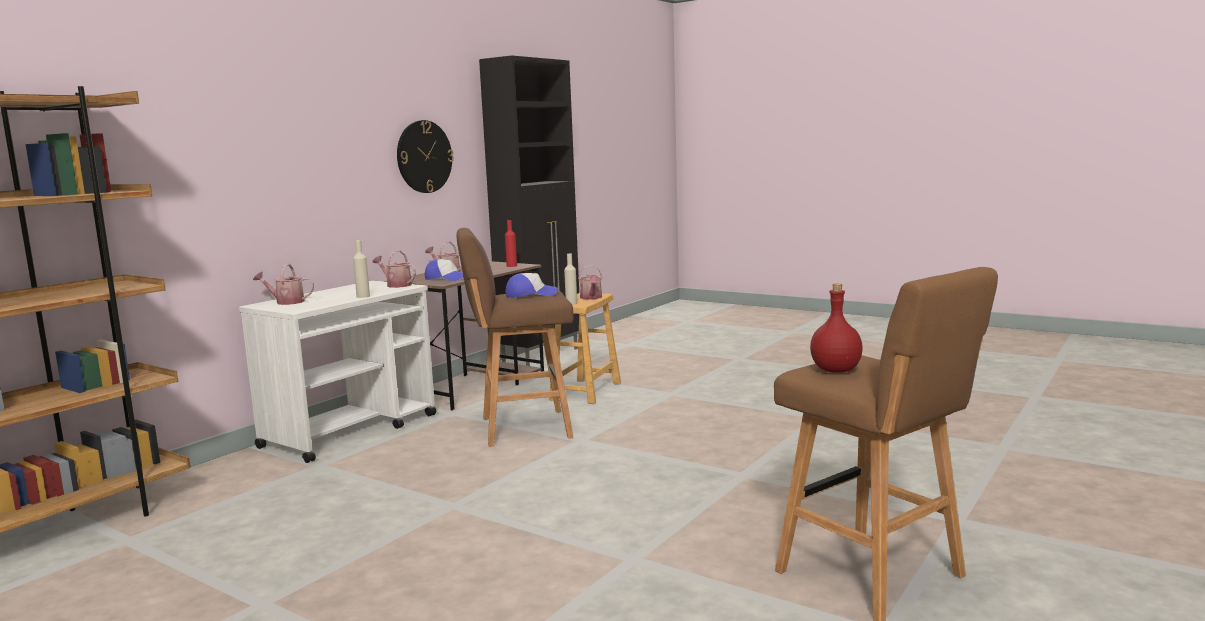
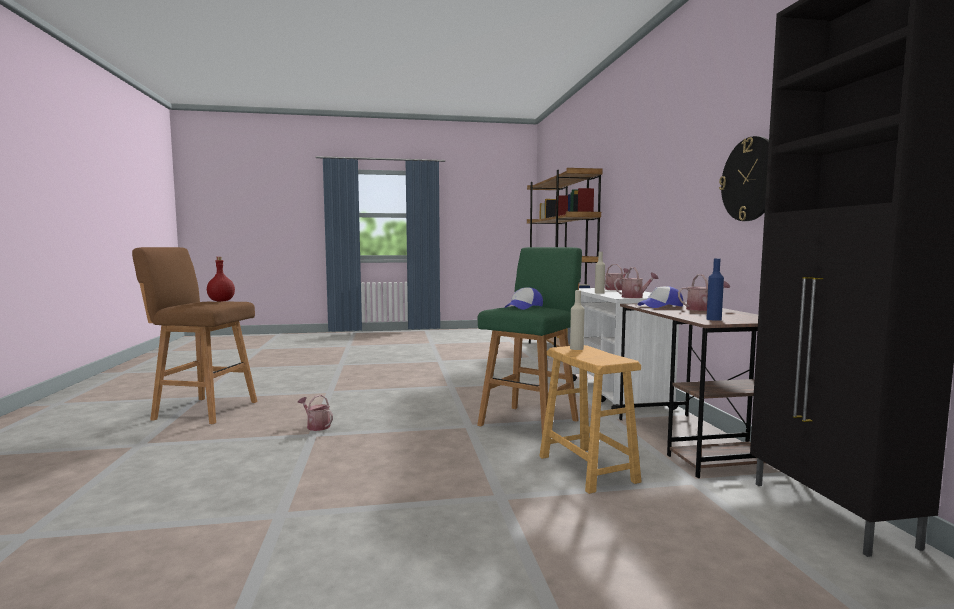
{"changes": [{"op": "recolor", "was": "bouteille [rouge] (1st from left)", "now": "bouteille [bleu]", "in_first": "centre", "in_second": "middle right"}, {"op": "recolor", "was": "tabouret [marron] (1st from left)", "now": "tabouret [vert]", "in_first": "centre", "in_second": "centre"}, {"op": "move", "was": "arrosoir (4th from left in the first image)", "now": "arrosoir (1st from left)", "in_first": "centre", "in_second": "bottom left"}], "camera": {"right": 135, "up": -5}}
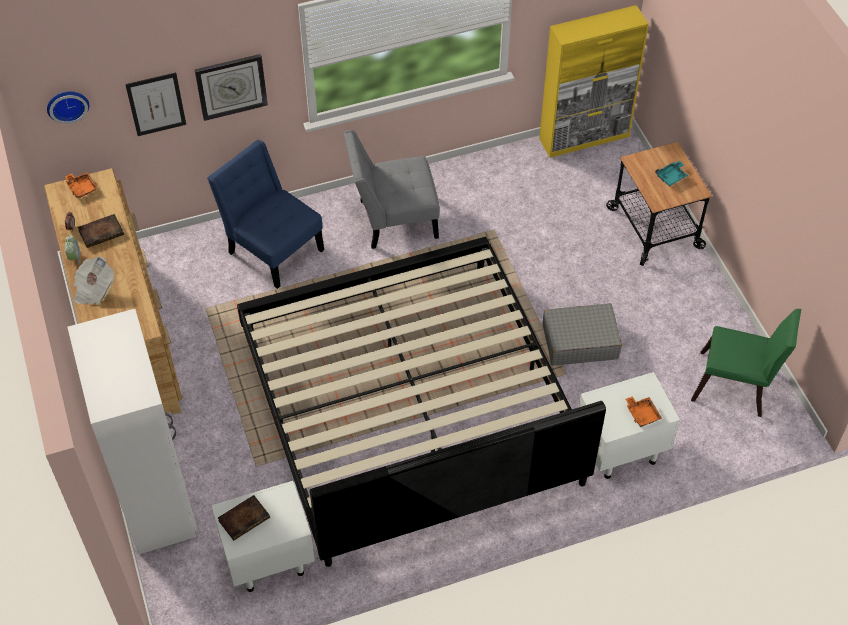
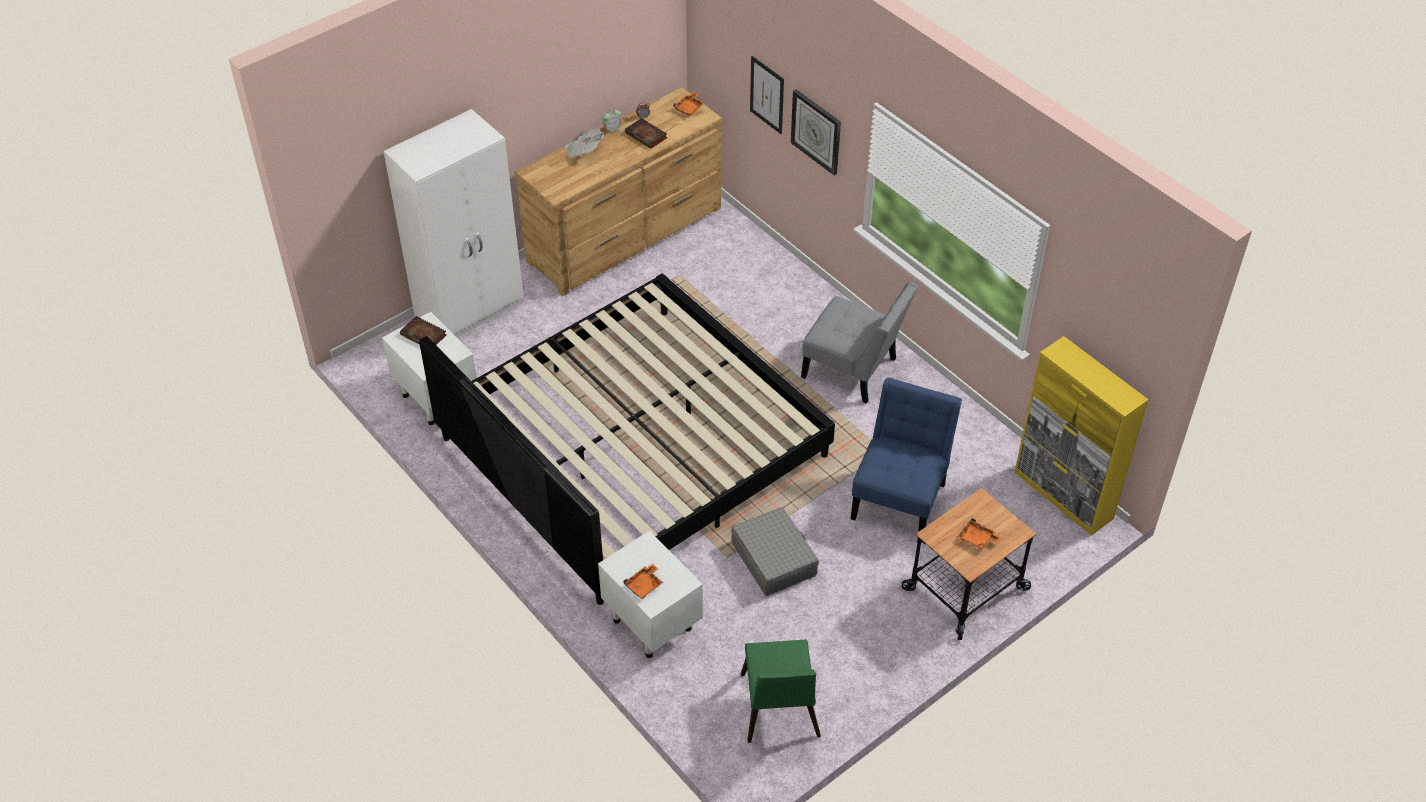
{"changes": [{"op": "delete", "was": "horloge murale (1st from left)", "in_first": "top left"}, {"op": "rotate", "was": "chaise [gris]", "in_first": "top centre", "in_second": "centre", "clockwise": 150}, {"op": "move", "was": "chaise [bleu]", "in_first": "middle left", "in_second": "centre"}, {"op": "recolor", "was": "plateau [turquoise]", "now": "plateau [orange] (3rd from left)", "in_first": "top right", "in_second": "middle right"}], "camera": {"right": 70, "up": -5}}
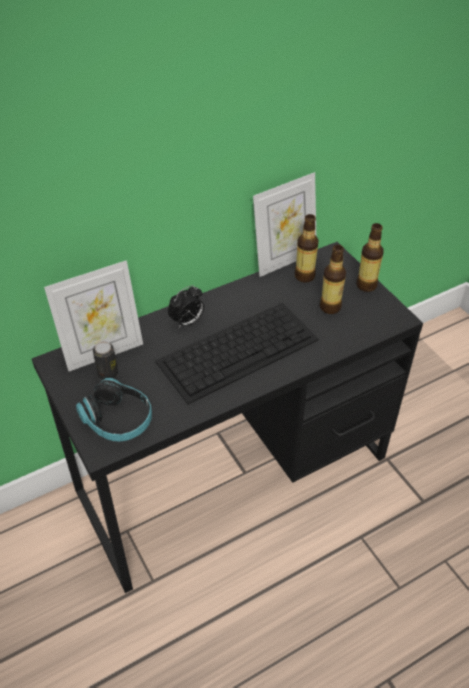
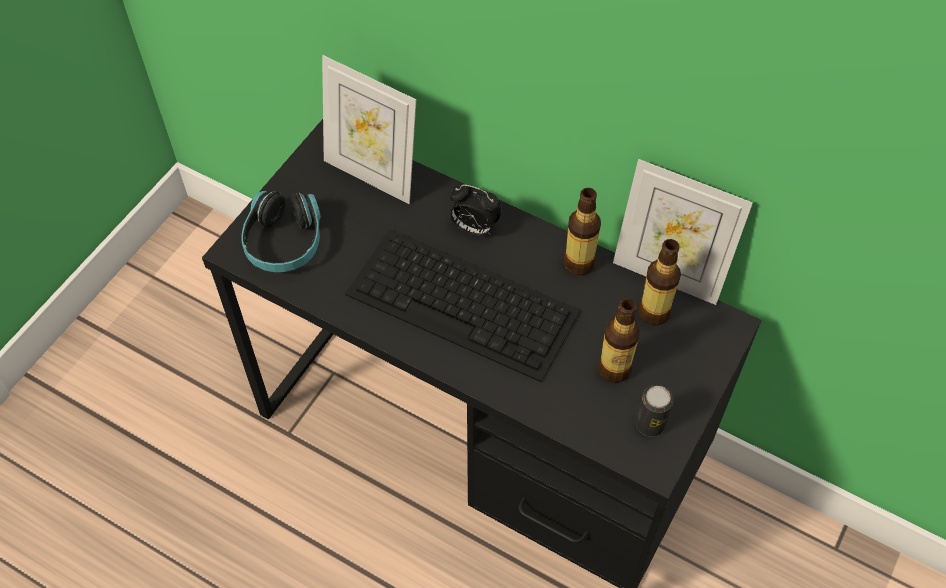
{"changes": [{"op": "move", "was": "bouteille (3rd from left in the first image)", "now": "bouteille (1st from left)", "in_first": "middle right", "in_second": "centre"}, {"op": "move", "was": "boîte métallique", "in_first": "middle left", "in_second": "bottom right"}], "camera": {"right": 60, "up": 10}}
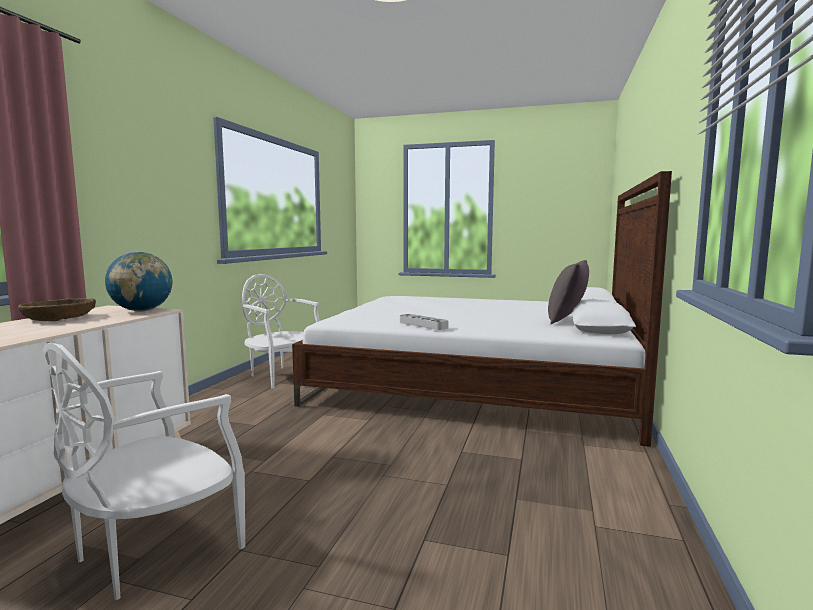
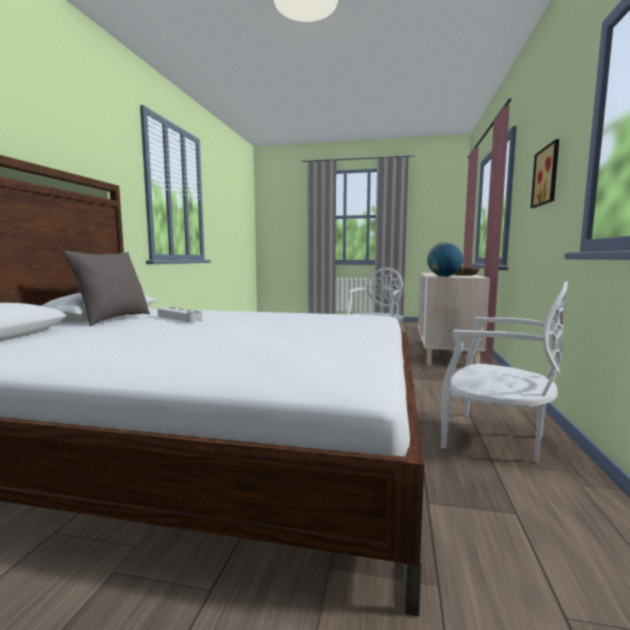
{"changes": [{"op": "move", "was": "plateau [gris]", "in_first": "centre", "in_second": "middle left"}, {"op": "insert", "now": "tableau", "in_second": "top right"}], "camera": {"right": 175, "up": 0}}
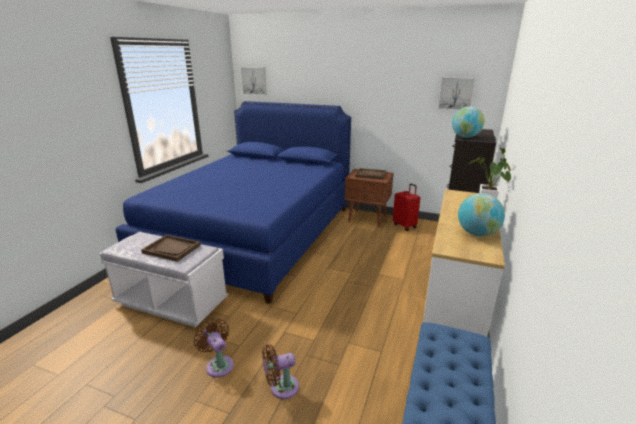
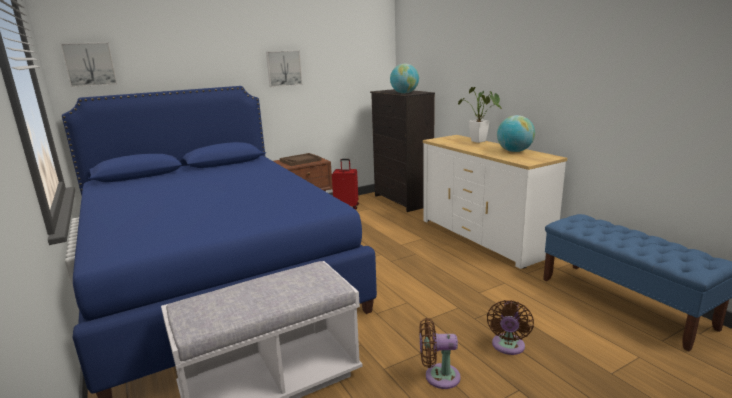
{"changes": [{"op": "move", "was": "tableau (2nd from left)", "in_first": "top right", "in_second": "top centre"}, {"op": "delete", "was": "plateau [marron] (1st from left)", "in_first": "middle left"}], "camera": {"right": -50, "up": -5}}
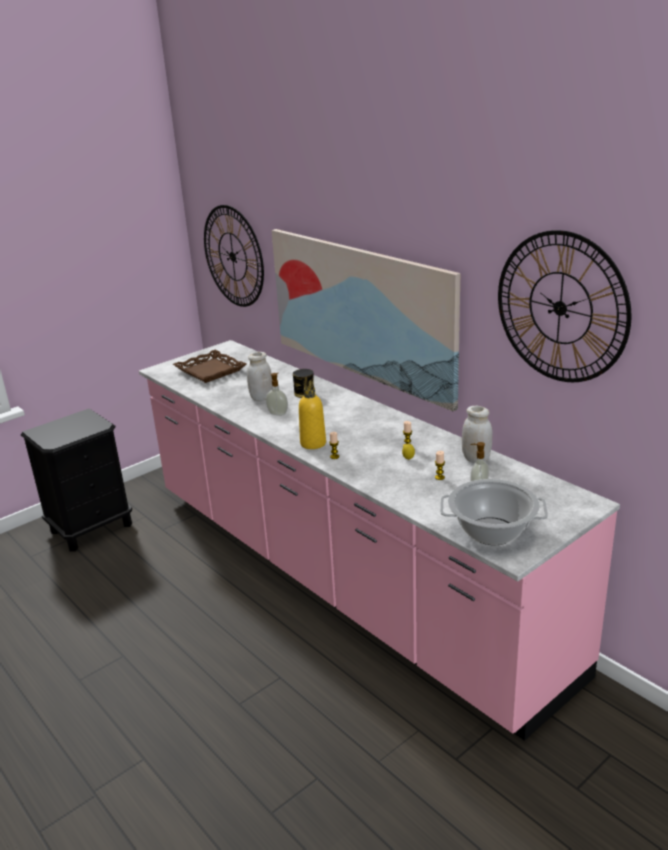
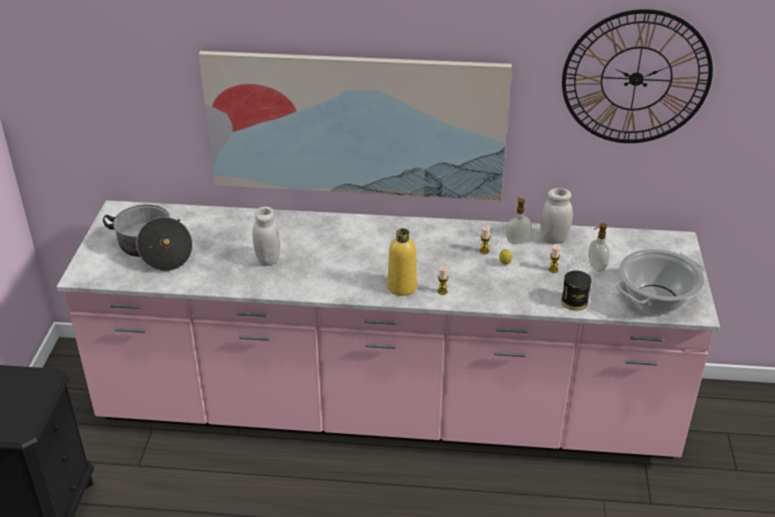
{"changes": [{"op": "delete", "was": "horloge murale (1st from left)", "in_first": "top centre"}, {"op": "replace", "was": "plateau [marron]", "now": "marmite (1st from left)", "in_first": "middle left", "in_second": "middle left"}, {"op": "move", "was": "boîte métallique", "in_first": "centre", "in_second": "middle right"}, {"op": "move", "was": "distributeur de savon (1st from left)", "in_first": "centre", "in_second": "middle right"}], "camera": {"right": -45, "up": 10}}
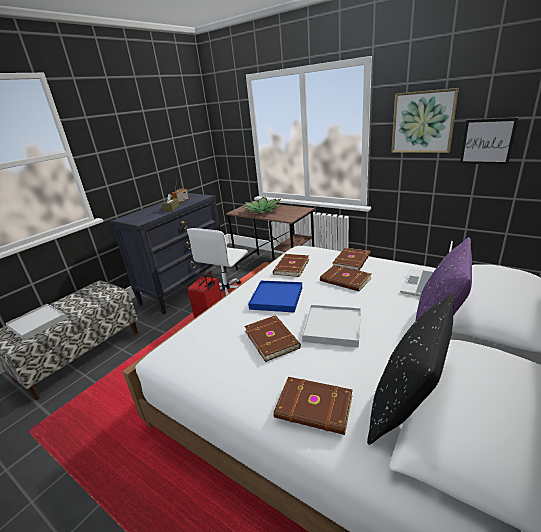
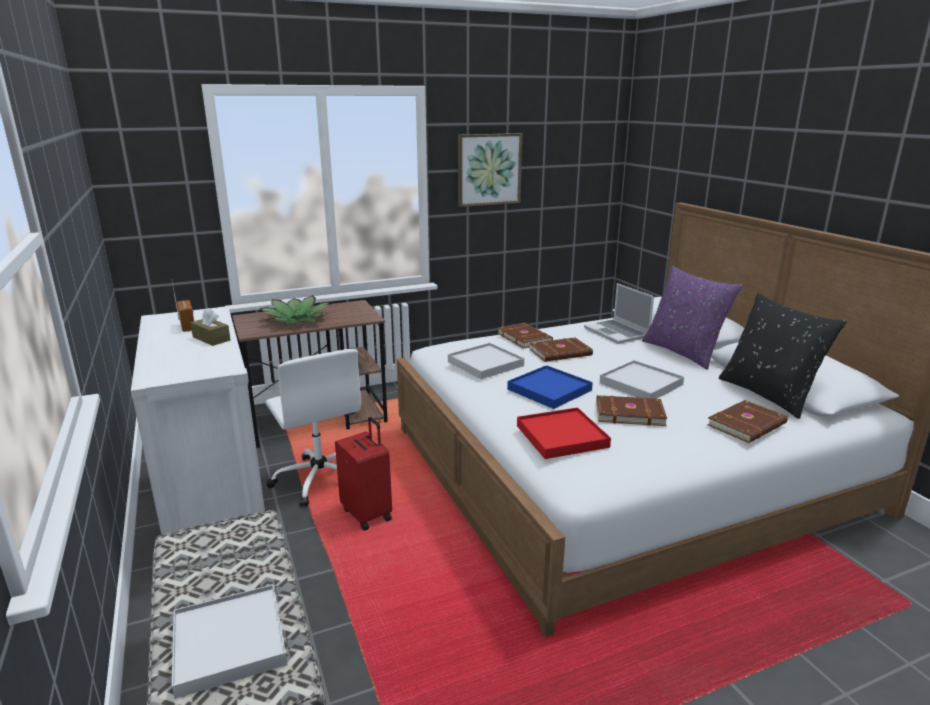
{"changes": [{"op": "delete", "was": "tableau (2nd from left)", "in_first": "top right"}, {"op": "recolor", "was": "commode [noir]", "now": "commode [blanc]", "in_first": "middle left", "in_second": "middle left"}, {"op": "replace", "was": "livre [marron] (2nd from left)", "now": "plateau [blanc] (2nd from left)", "in_first": "centre", "in_second": "centre"}, {"op": "insert", "now": "plateau [rouge]", "in_second": "centre"}], "camera": {"right": -60, "up": -5}}
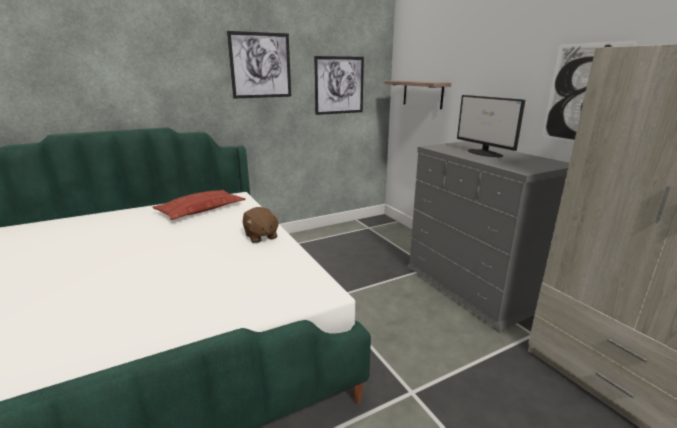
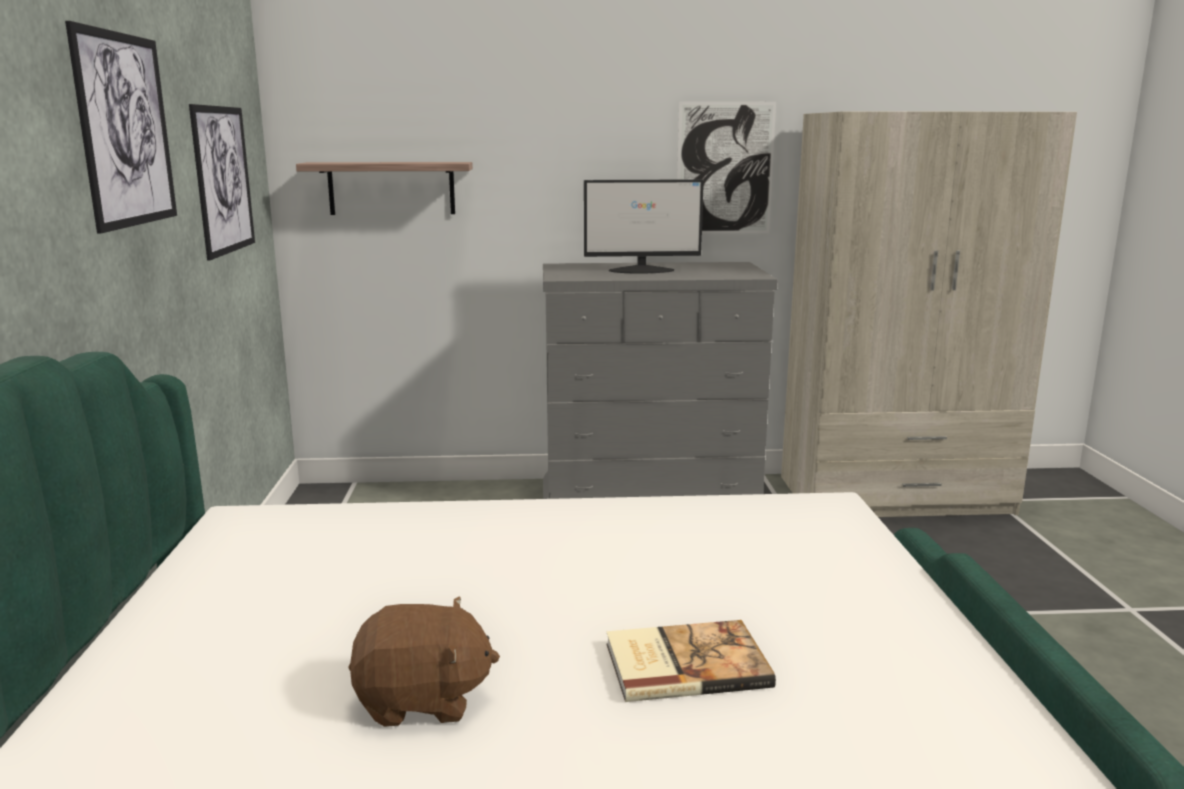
{"changes": [{"op": "delete", "was": "coussin", "in_first": "middle left"}, {"op": "move", "was": "peluche [marron]", "in_first": "centre", "in_second": "bottom centre"}, {"op": "insert", "now": "livre", "in_second": "bottom centre"}], "camera": {"right": -65, "up": -5}}
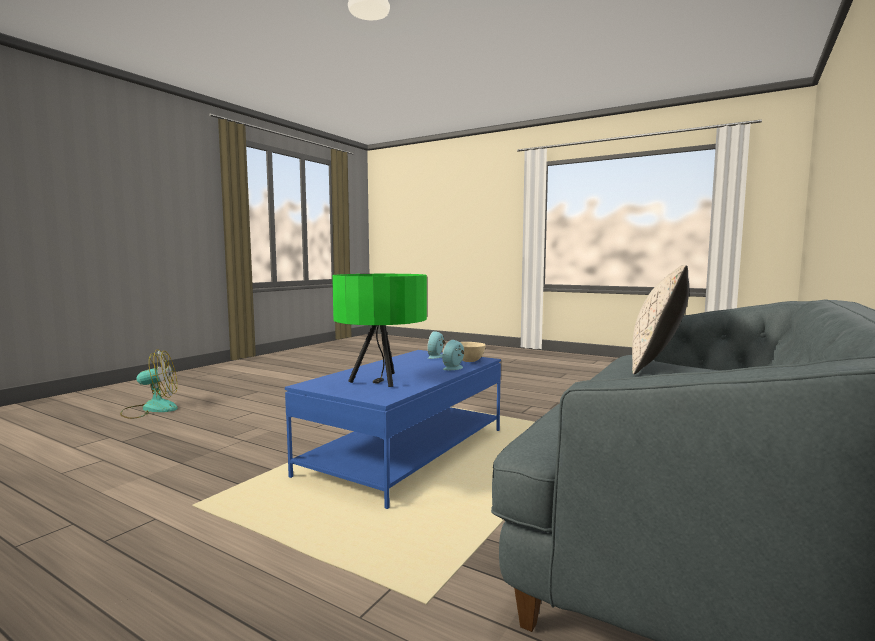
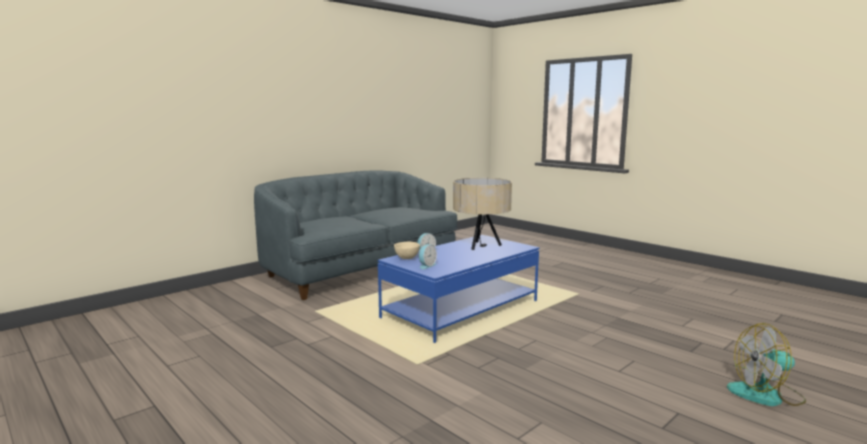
{"changes": [{"op": "delete", "was": "coussin [beige]", "in_first": "middle right"}, {"op": "recolor", "was": "lampe de table [vert]", "now": "lampe de table [beige]", "in_first": "centre", "in_second": "centre"}], "camera": {"right": -165, "up": 5}}
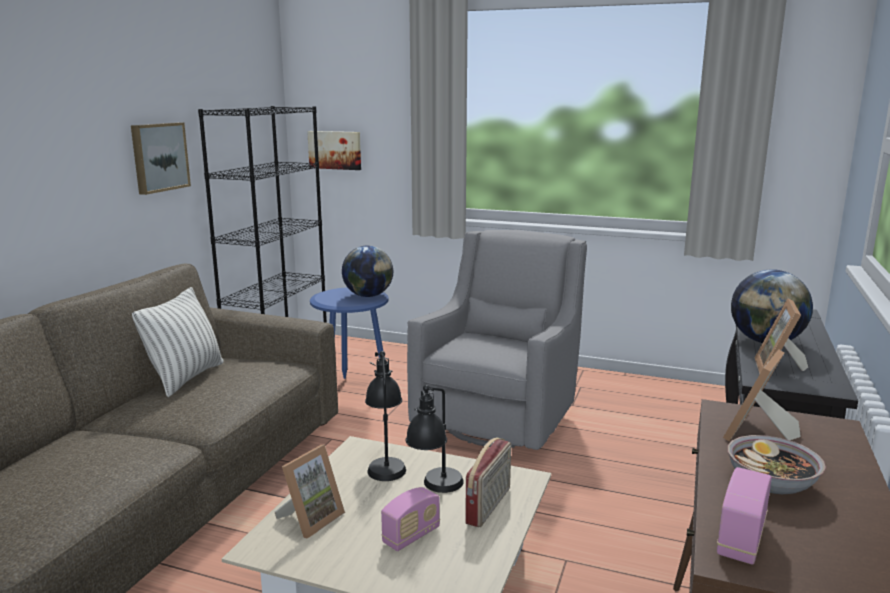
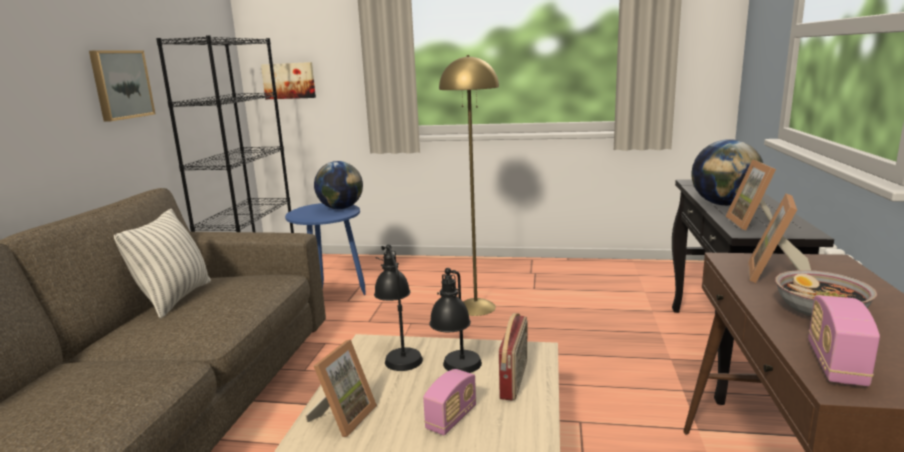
{"changes": [{"op": "replace", "was": "fauteuil [gris]", "now": "lampadaire [jaune]", "in_first": "centre", "in_second": "centre"}], "camera": {"right": -10, "up": 0}}
